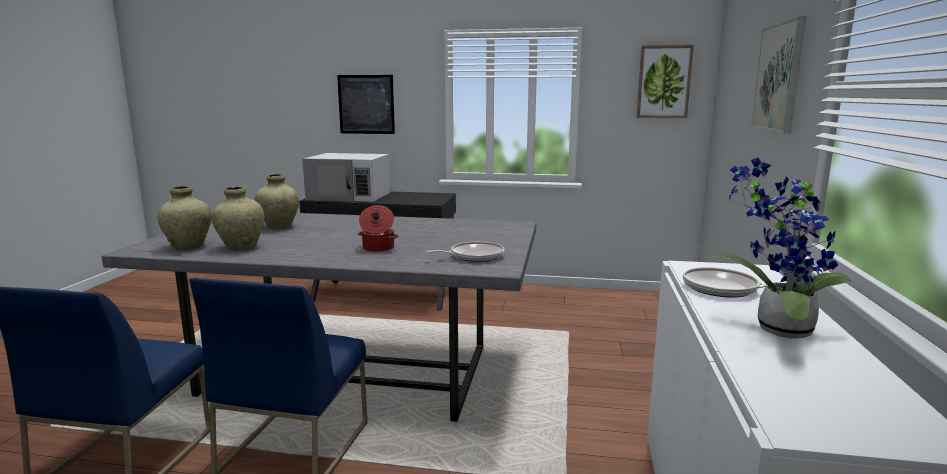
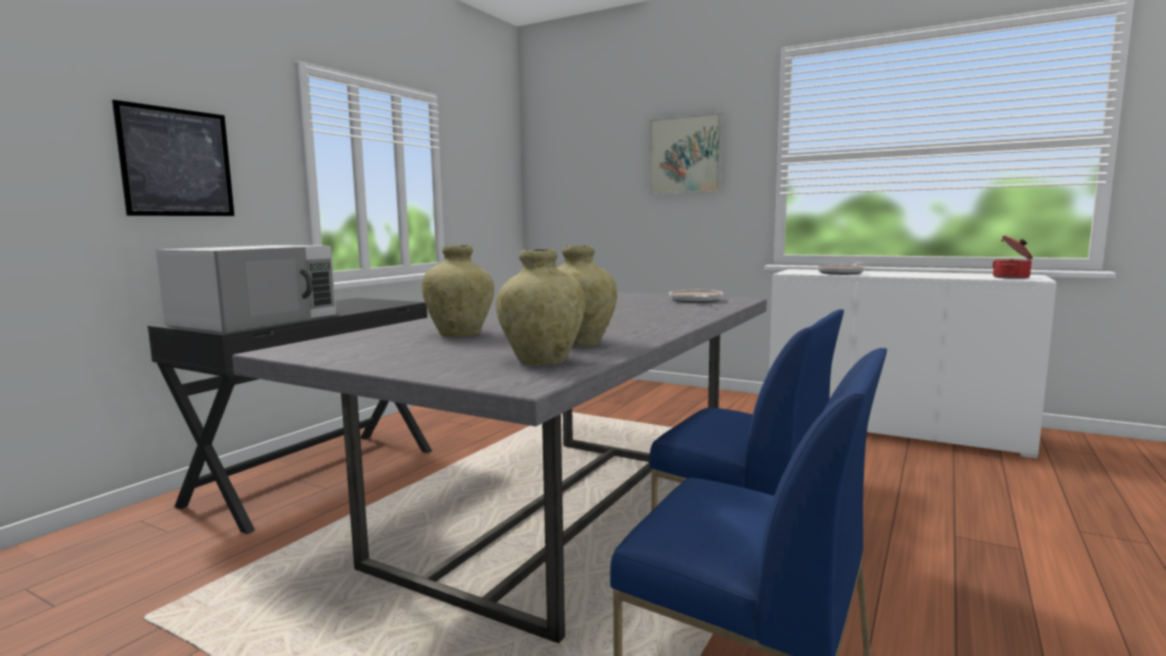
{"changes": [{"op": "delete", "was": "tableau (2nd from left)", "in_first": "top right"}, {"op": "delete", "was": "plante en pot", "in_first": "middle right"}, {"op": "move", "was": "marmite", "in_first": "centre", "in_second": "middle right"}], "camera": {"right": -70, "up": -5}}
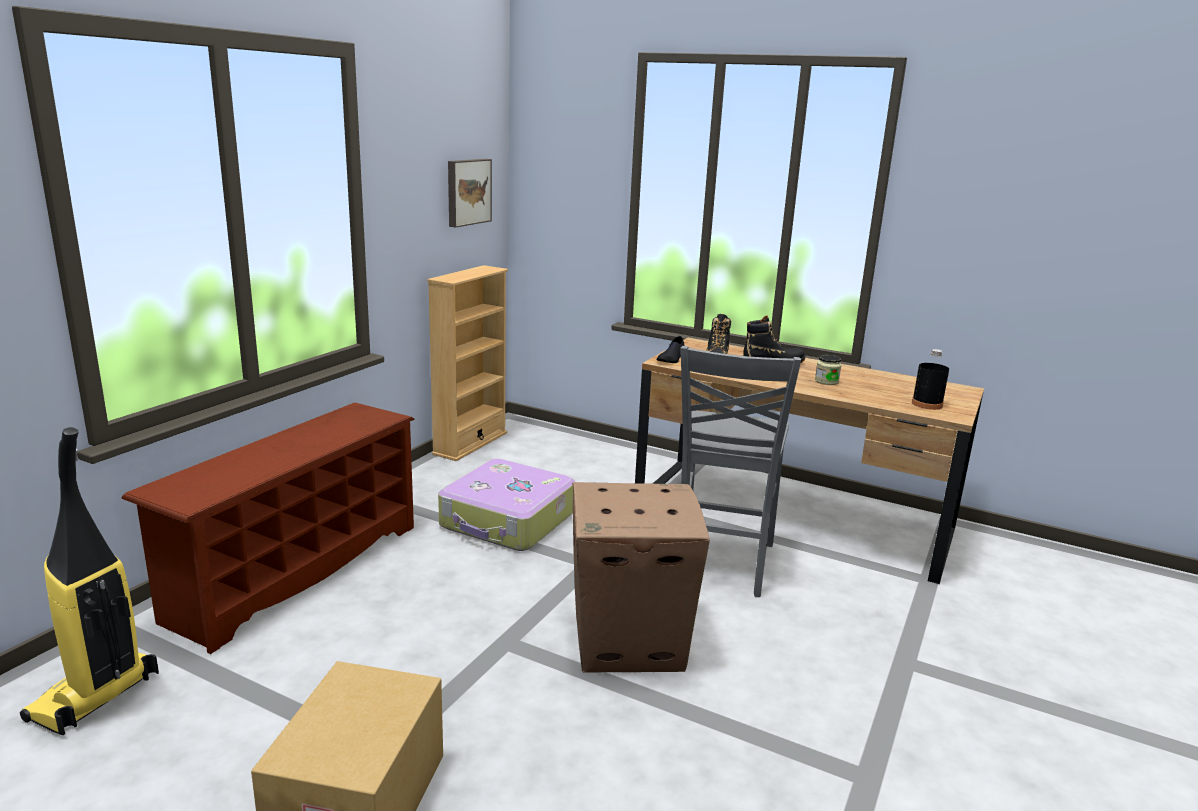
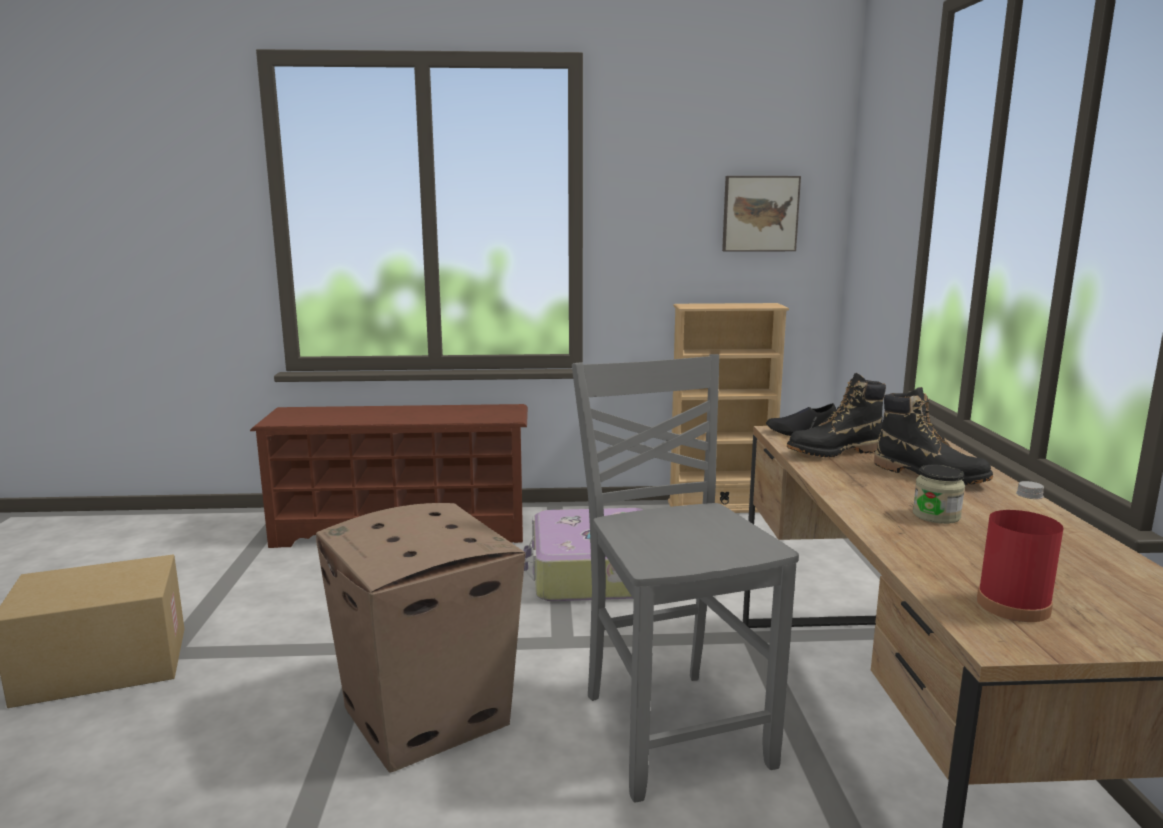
{"changes": [{"op": "rotate", "was": "chaise [gris]", "in_first": "centre", "in_second": "bottom centre", "clockwise": 90}, {"op": "recolor", "was": "bouteille [noir]", "now": "bouteille [rouge]", "in_first": "middle right", "in_second": "middle right"}, {"op": "delete", "was": "aspirateur", "in_first": "bottom left"}], "camera": {"right": 60, "up": -5}}
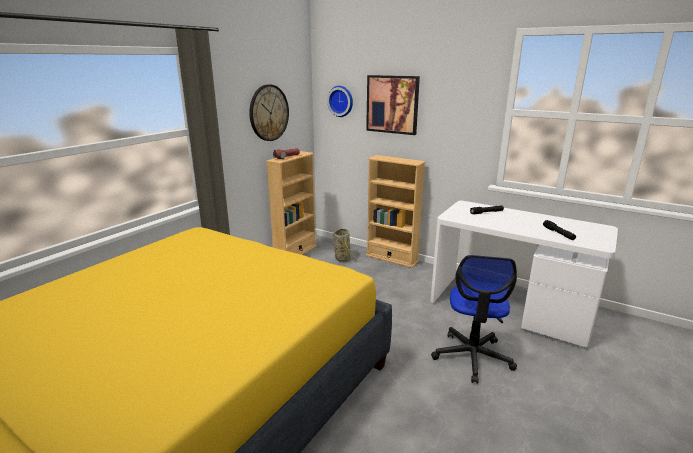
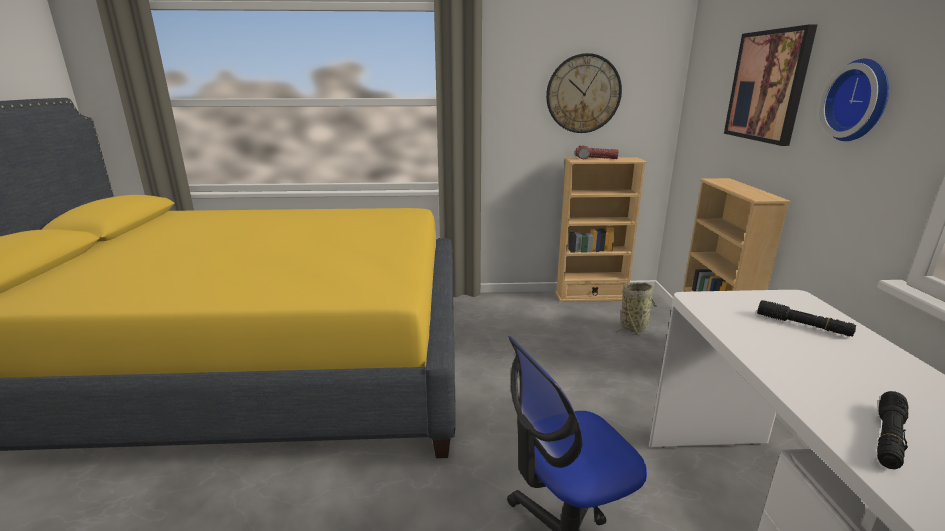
{"changes": [{"op": "move", "was": "horloge murale (2nd from left)", "in_first": "top centre", "in_second": "top right"}], "camera": {"right": 55, "up": 0}}
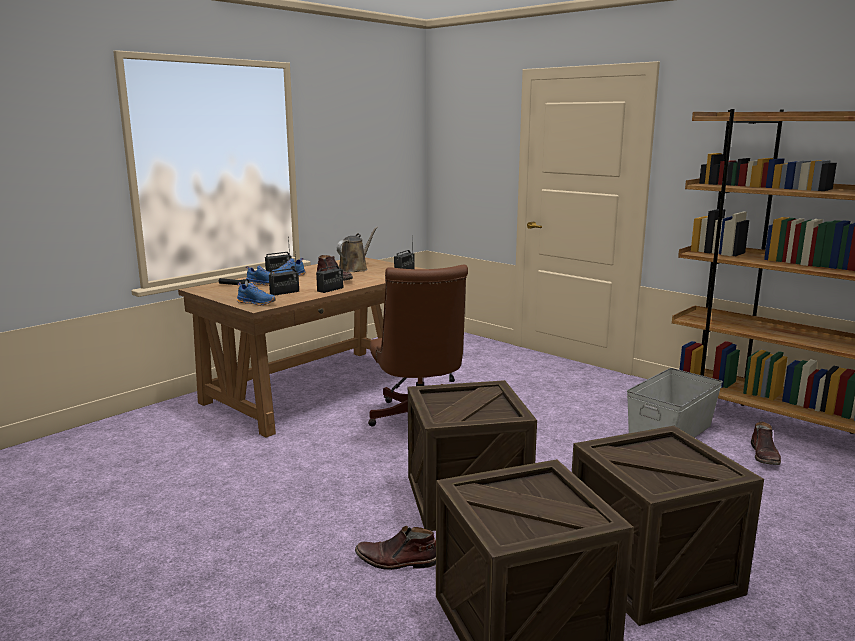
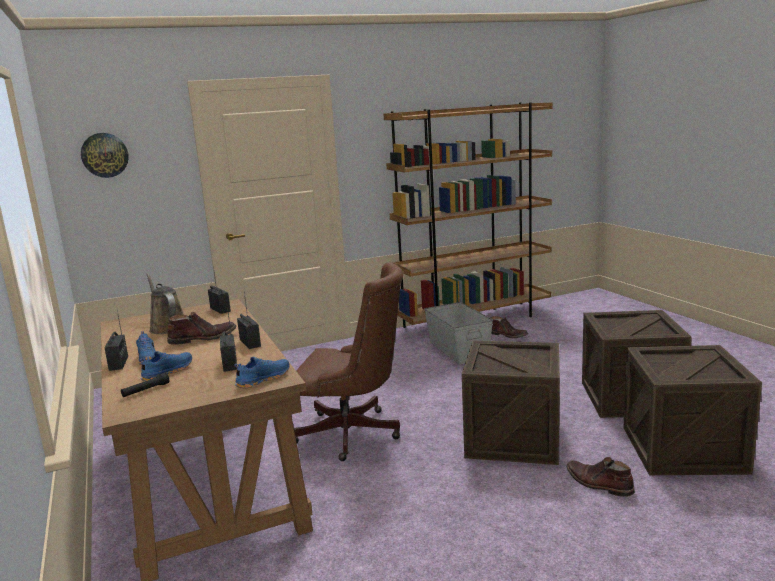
{"changes": [{"op": "rotate", "was": "botte [marron] (2nd from left in the first image)", "in_first": "bottom centre", "in_second": "bottom right", "clockwise": 105}, {"op": "insert", "now": "horloge murale", "in_second": "top left"}], "camera": {"right": -65, "up": 0}}
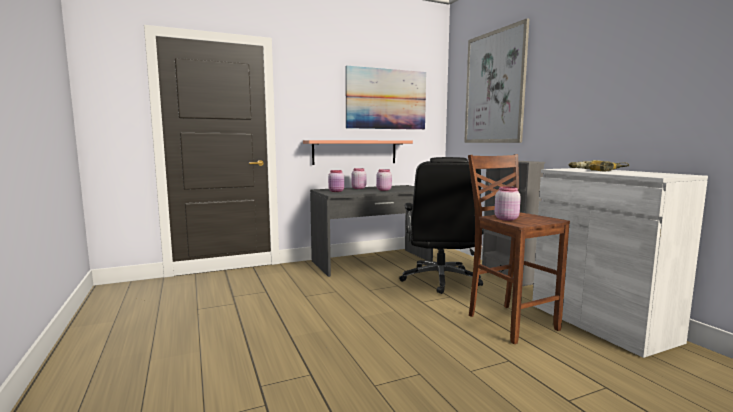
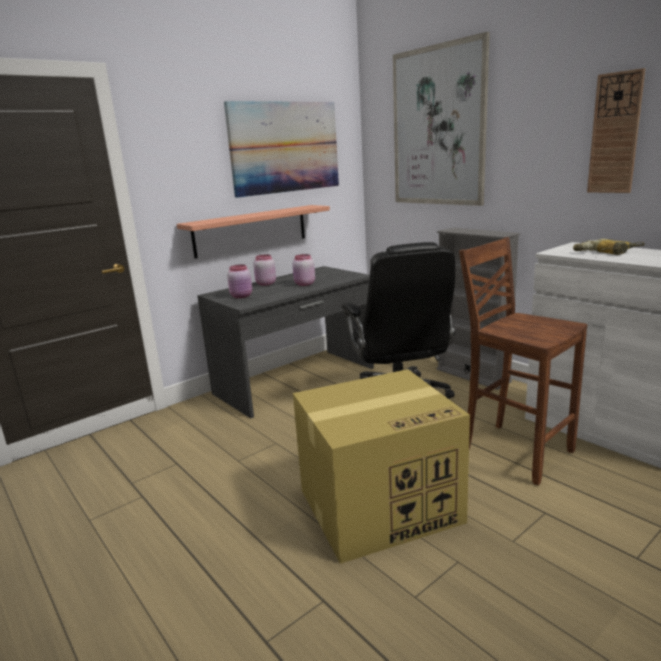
{"changes": [{"op": "delete", "was": "bocal [rose] (4th from left)", "in_first": "middle right"}, {"op": "insert", "now": "horloge murale", "in_second": "top right"}, {"op": "insert", "now": "carton", "in_second": "bottom centre"}], "camera": {"right": -15, "up": 10}}
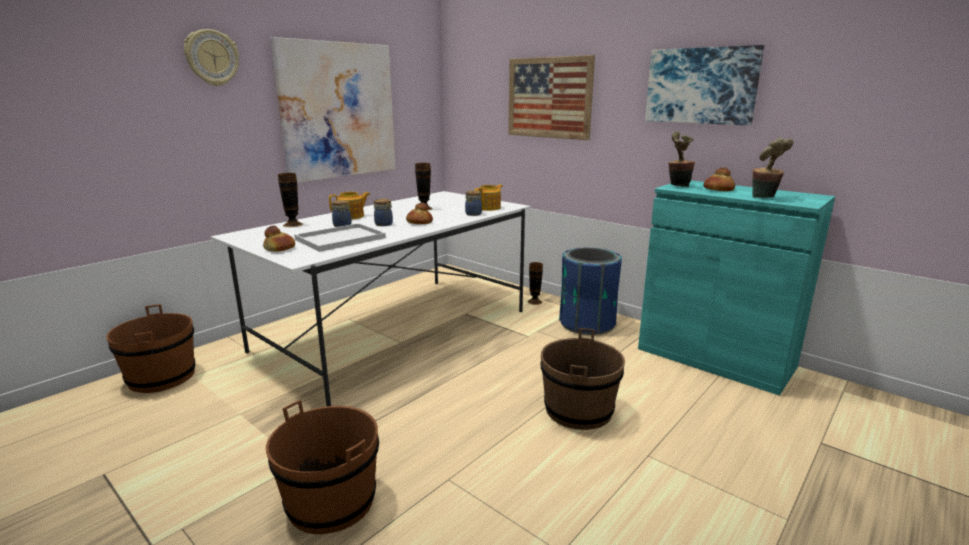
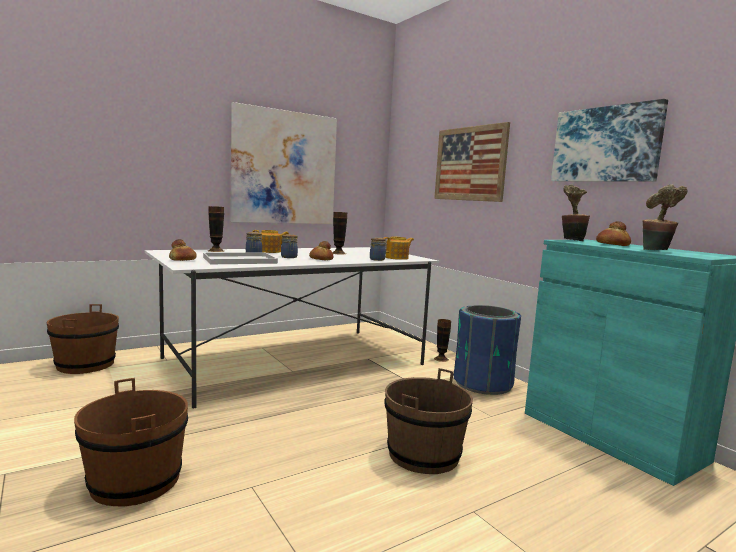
{"changes": [{"op": "delete", "was": "horloge murale", "in_first": "top left"}], "camera": {"right": 15, "up": -10}}
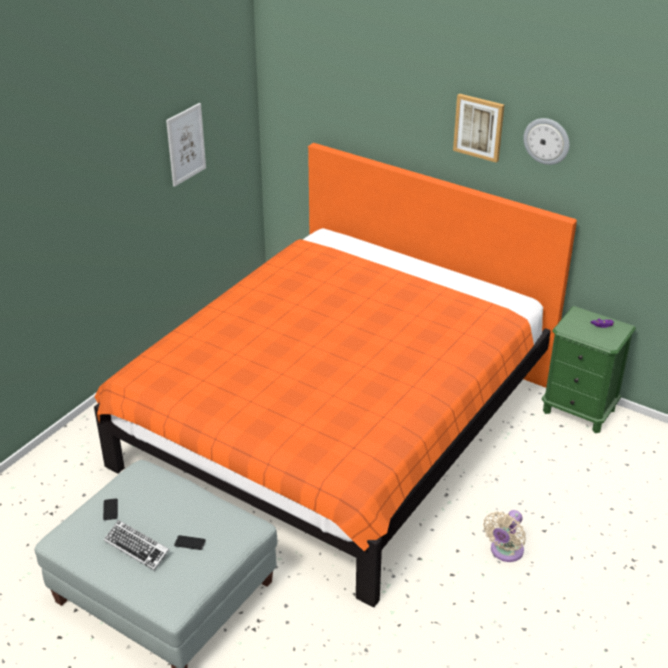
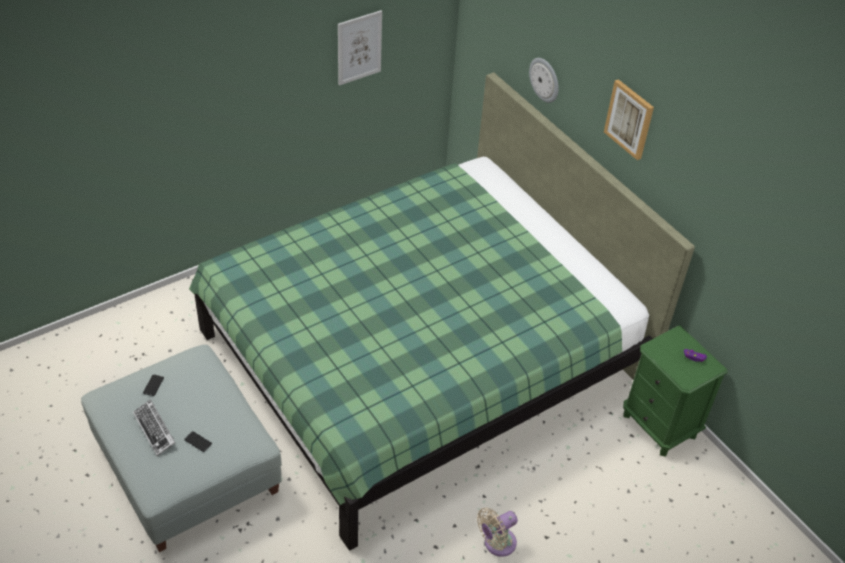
{"changes": [{"op": "move", "was": "horloge murale", "in_first": "top right", "in_second": "top centre"}, {"op": "recolor", "was": "lit [orange]", "now": "lit [vert]", "in_first": "centre", "in_second": "centre"}], "camera": {"right": 20, "up": 10}}
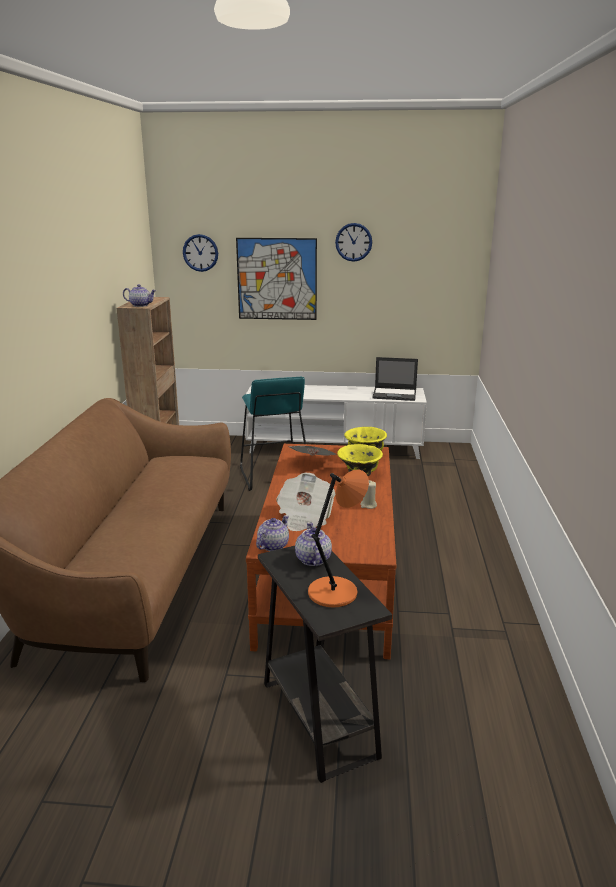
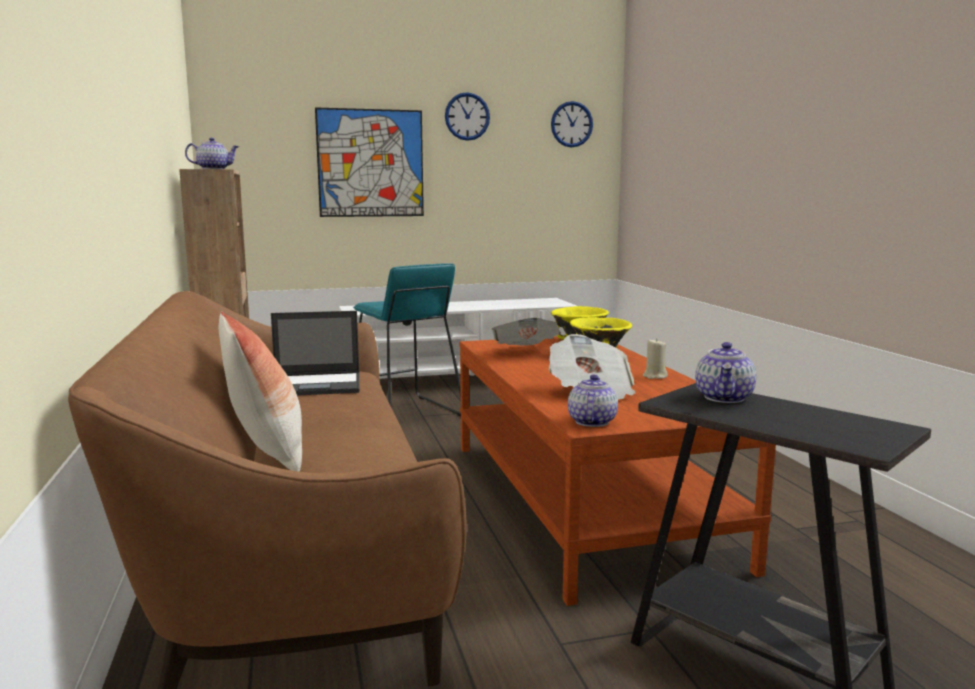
{"changes": [{"op": "move", "was": "horloge murale (1st from left in the first image)", "now": "horloge murale (2nd from left)", "in_first": "top left", "in_second": "top centre"}, {"op": "move", "was": "ordinateur portable", "in_first": "centre", "in_second": "middle left"}, {"op": "delete", "was": "lampe de table [orange]", "in_first": "centre"}, {"op": "rotate", "was": "théière (3rd from left)", "in_first": "centre", "in_second": "middle right", "clockwise": -135}, {"op": "insert", "now": "coussin", "in_second": "middle left"}], "camera": {"right": -20, "up": -10}}
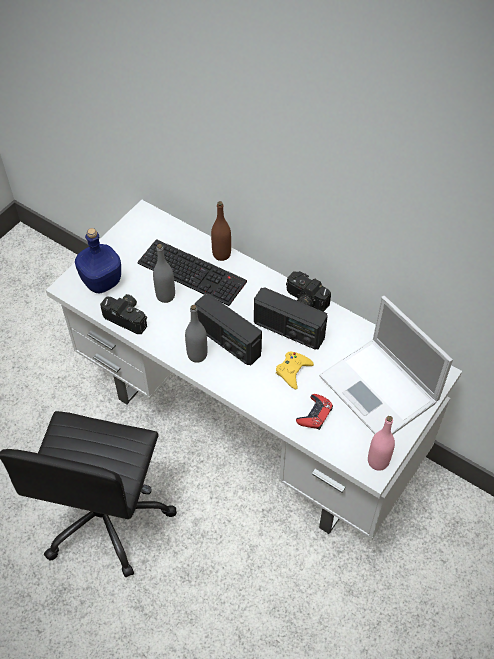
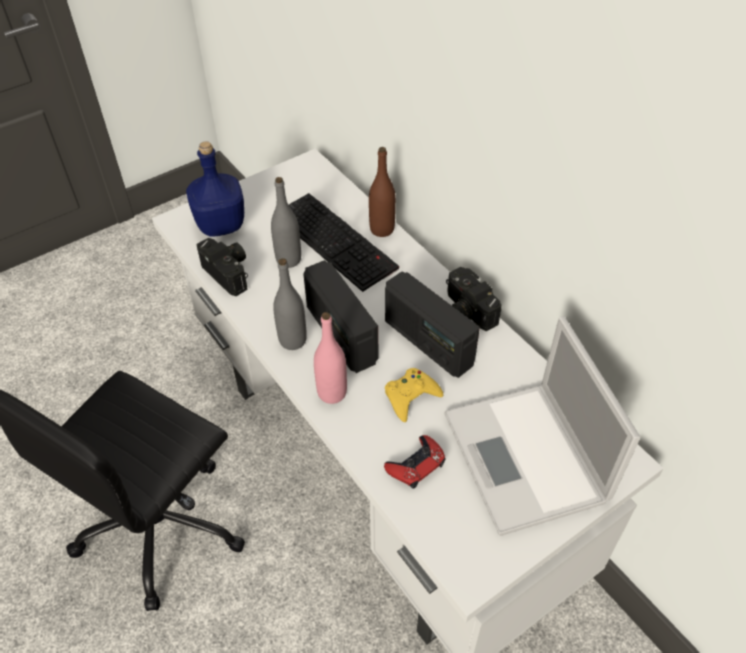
{"changes": [{"op": "move", "was": "bouteille [rose]", "in_first": "bottom right", "in_second": "centre"}], "camera": {"right": 20, "up": -5}}
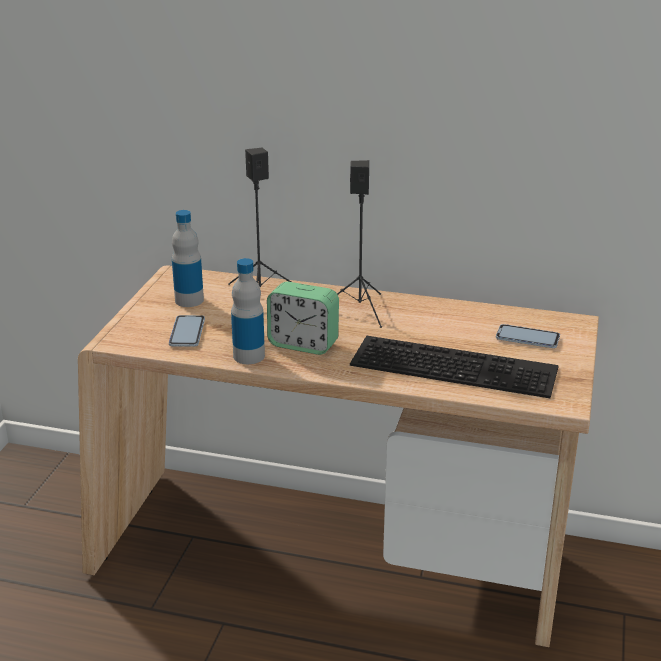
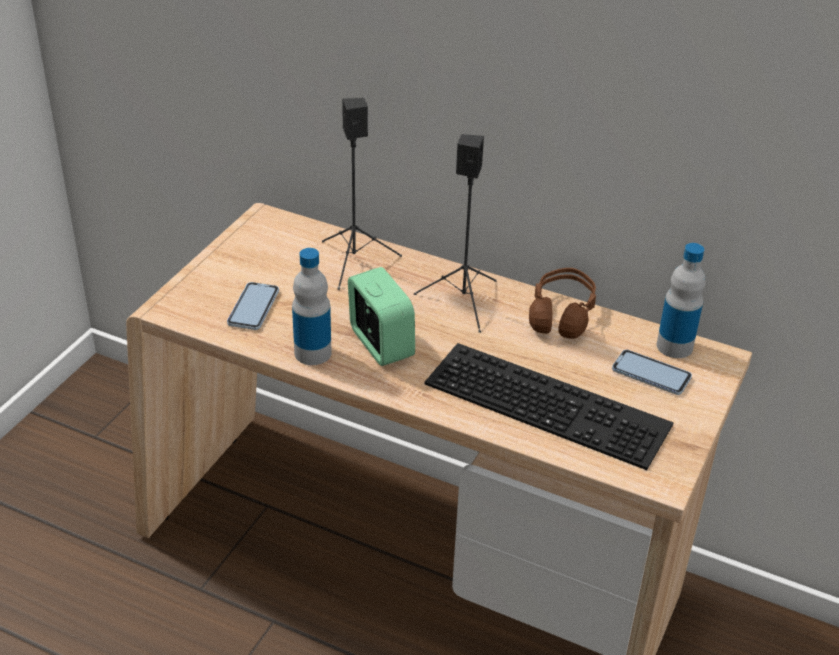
{"changes": [{"op": "move", "was": "bouteille (1st from left in the first image)", "now": "bouteille (2nd from left)", "in_first": "middle left", "in_second": "middle right"}, {"op": "rotate", "was": "réveil", "in_first": "centre", "in_second": "centre", "clockwise": -150}, {"op": "insert", "now": "casque audio [marron]", "in_second": "middle right"}], "camera": {"right": 10, "up": 10}}
